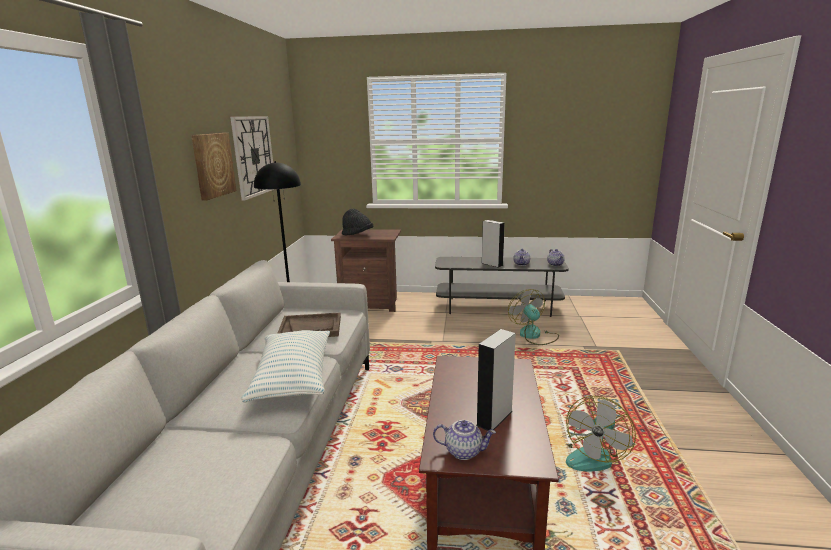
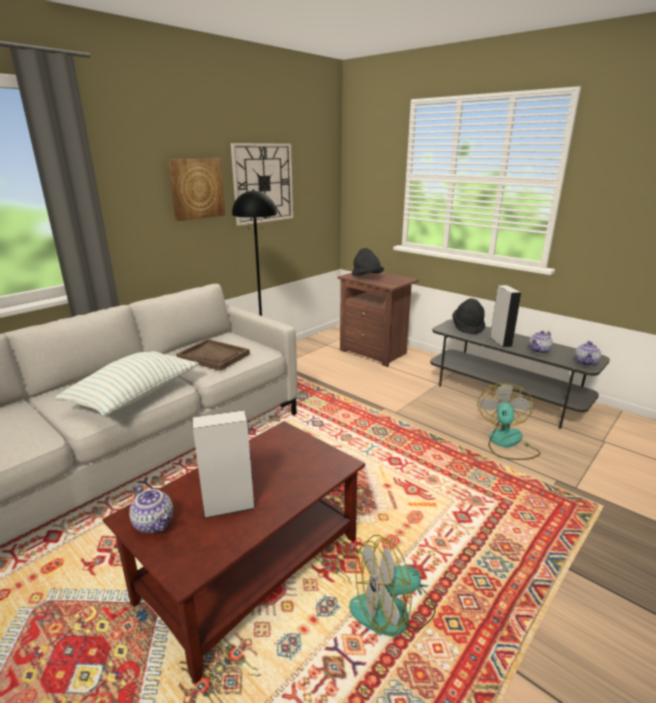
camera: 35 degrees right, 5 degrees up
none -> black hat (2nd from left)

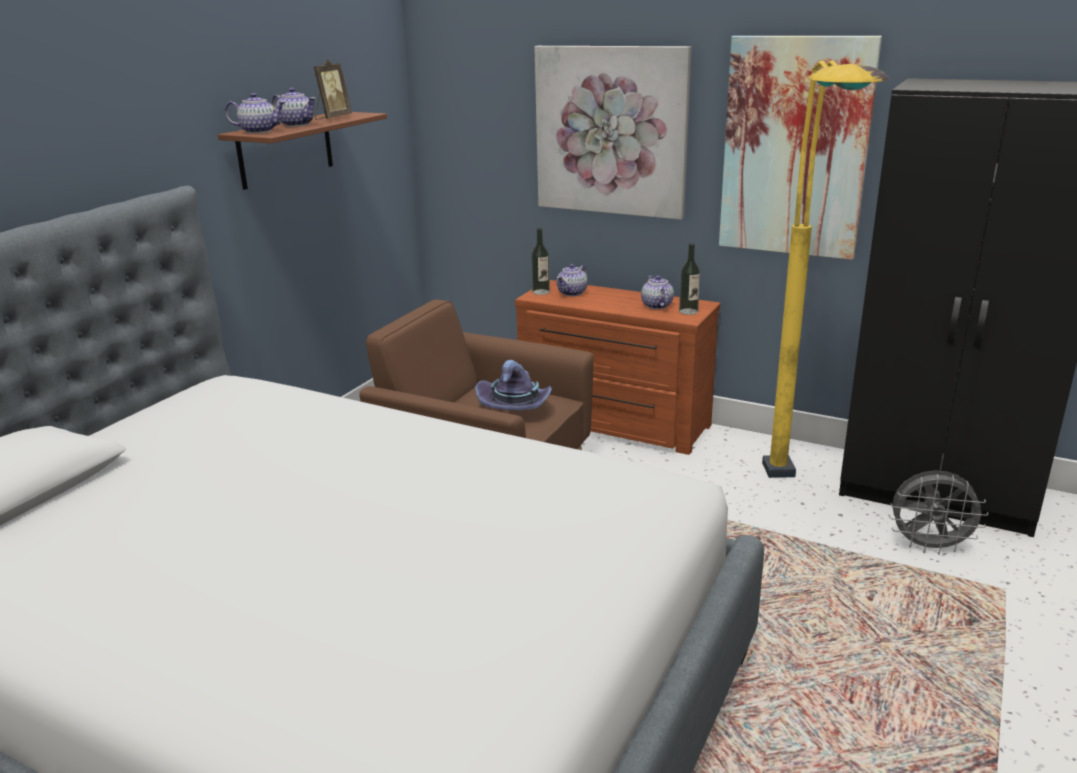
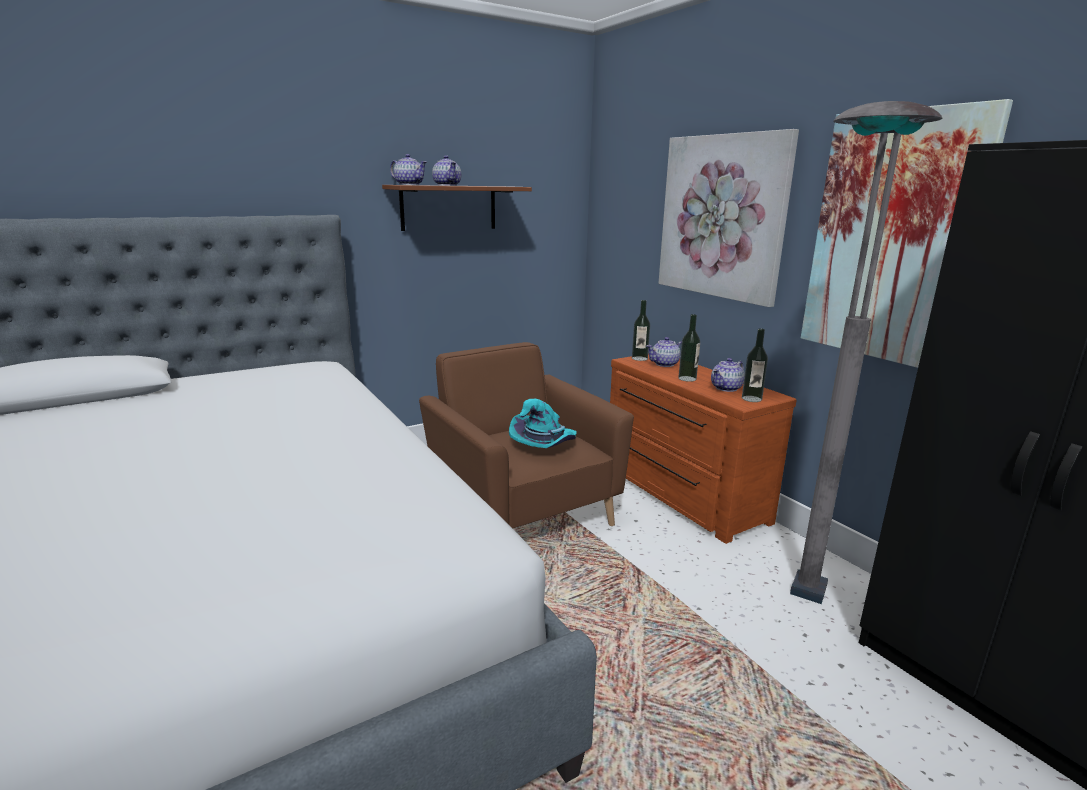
camera: 30 degrees right, 5 degrees down
picture frame -> none
yellow floor lamp -> grey floor lamp
teapot (4th from left), 150 degrees counterclockwise
purple hat -> turquoise hat
grey fan -> none
none -> bottle (2nd from left)

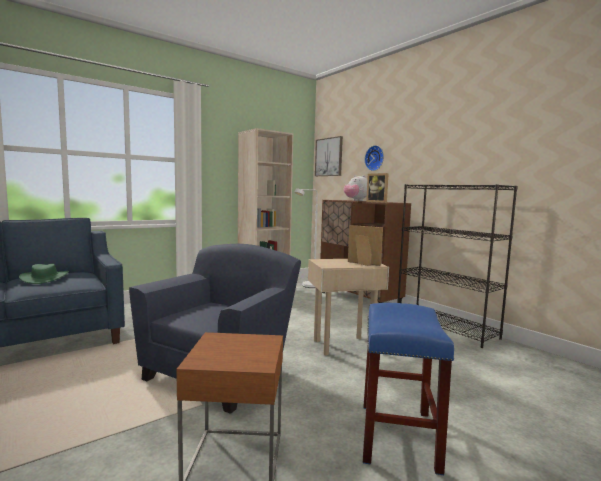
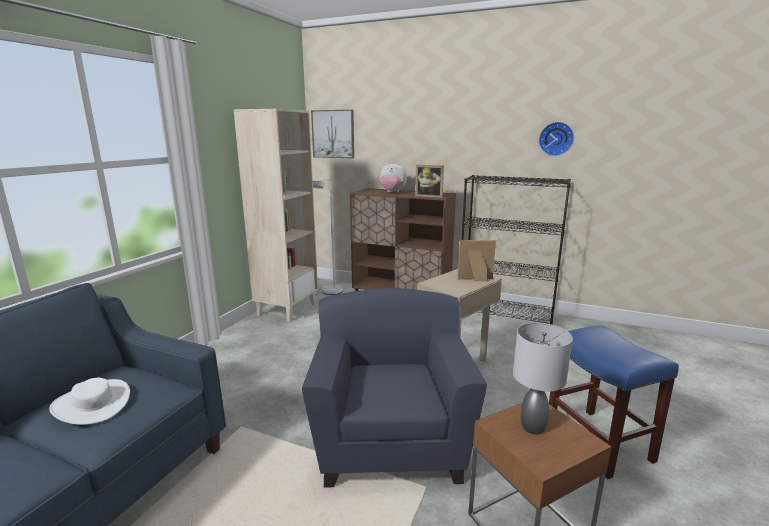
camera: 30 degrees left, 10 degrees up
wall clock, moved
green hat -> white hat
none -> grey table lamp

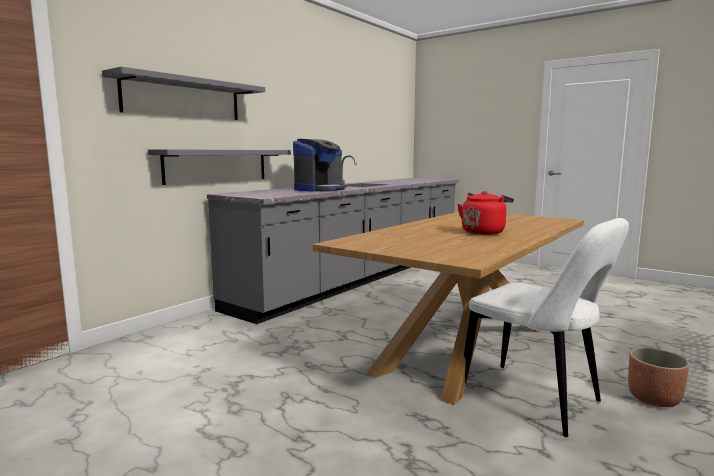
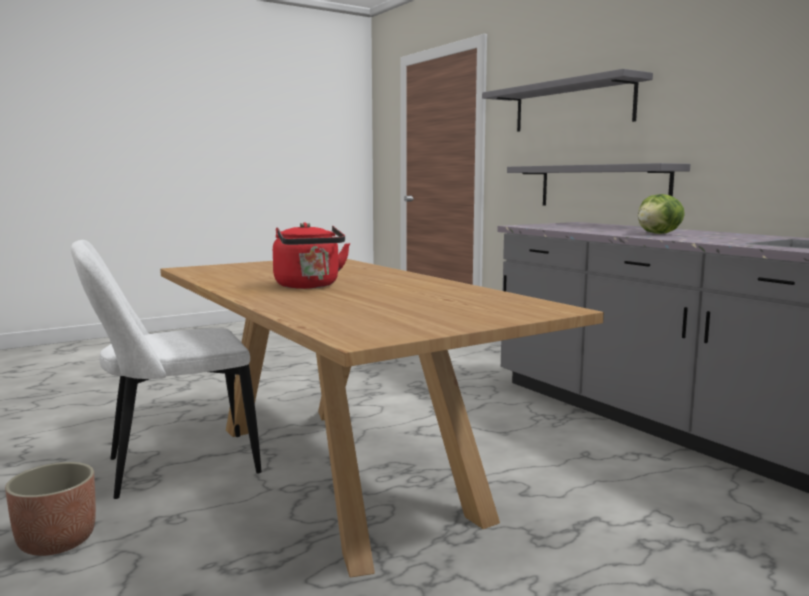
camera: 110 degrees right, 0 degrees up
coffee machine -> lettuce

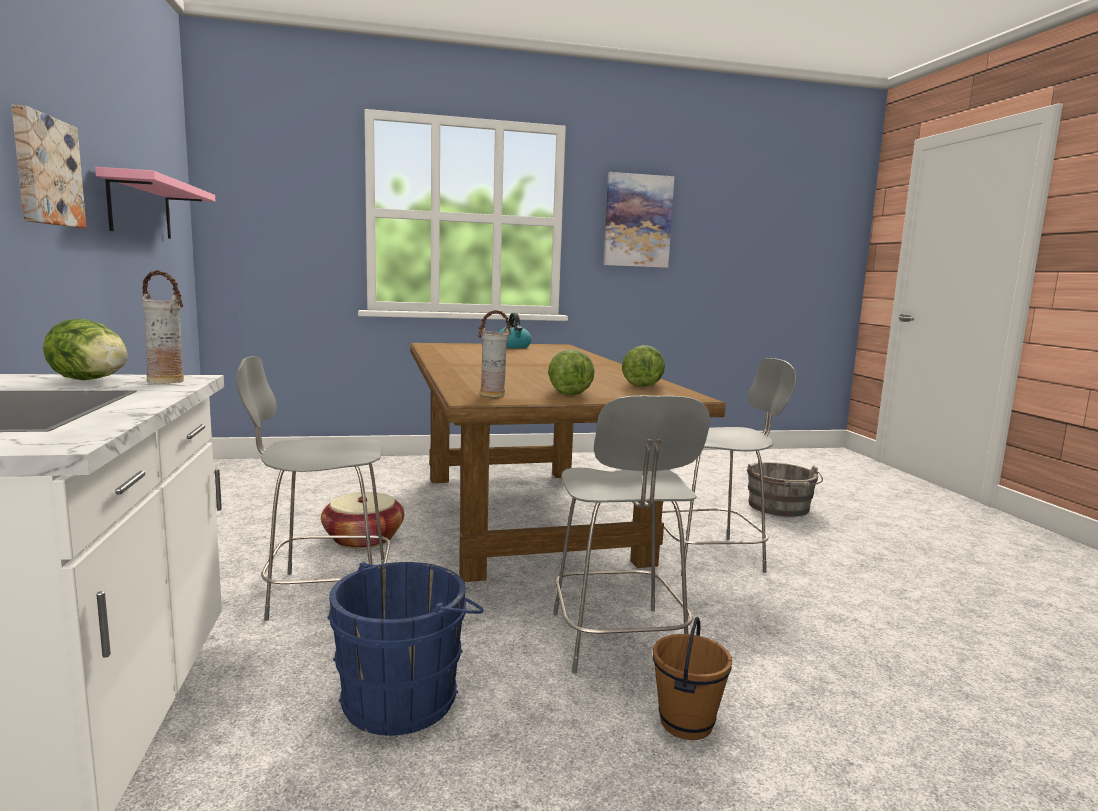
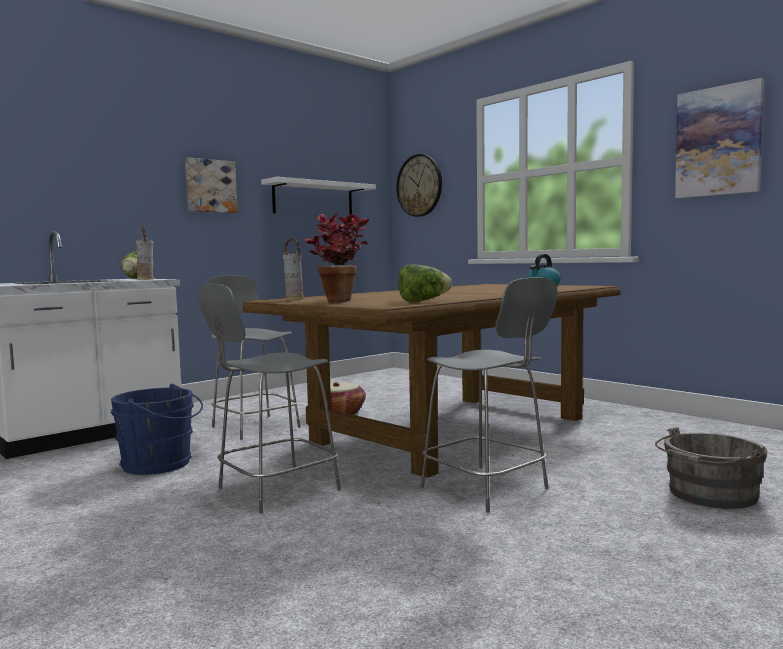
camera: 60 degrees right, 5 degrees down
pink shelf -> white shelf
lettuce (2nd from left) -> potted plant
brown bucket -> none
none -> wall clock

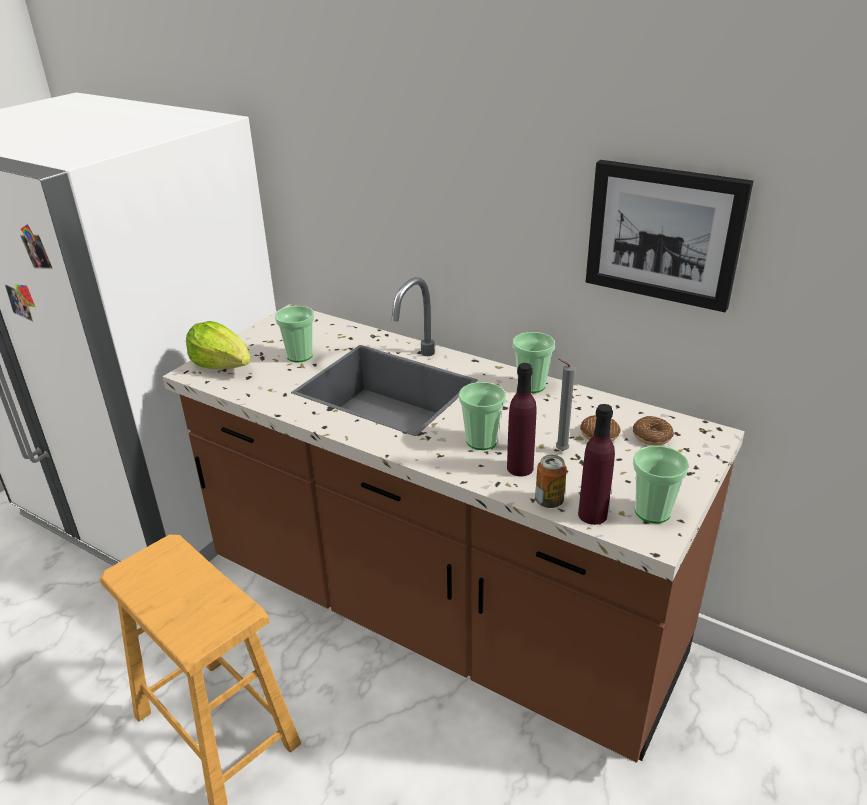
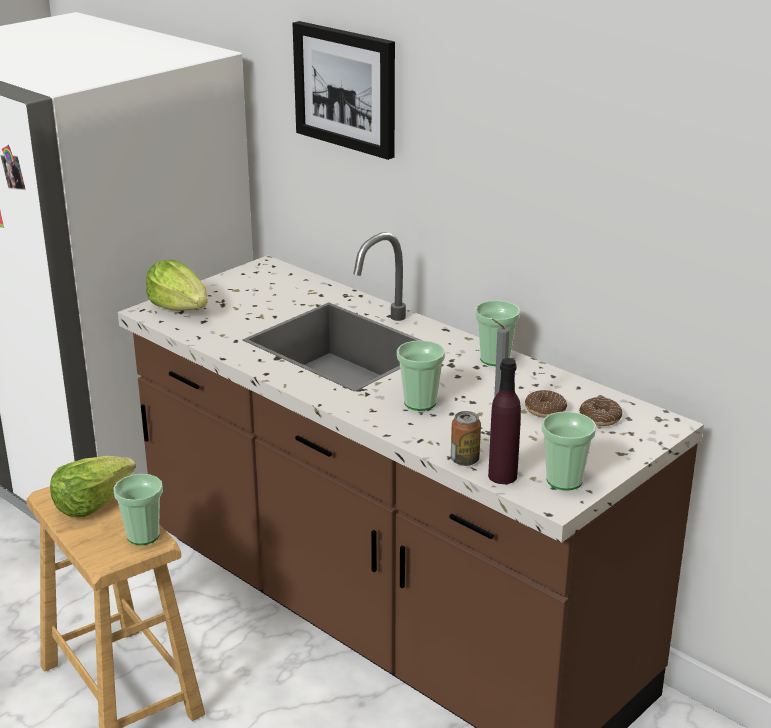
camera: 10 degrees right, 5 degrees down
picture, moved
cup (1st from left), moved
purple bottle (1st from left) -> none
none -> lettuce (1st from left)

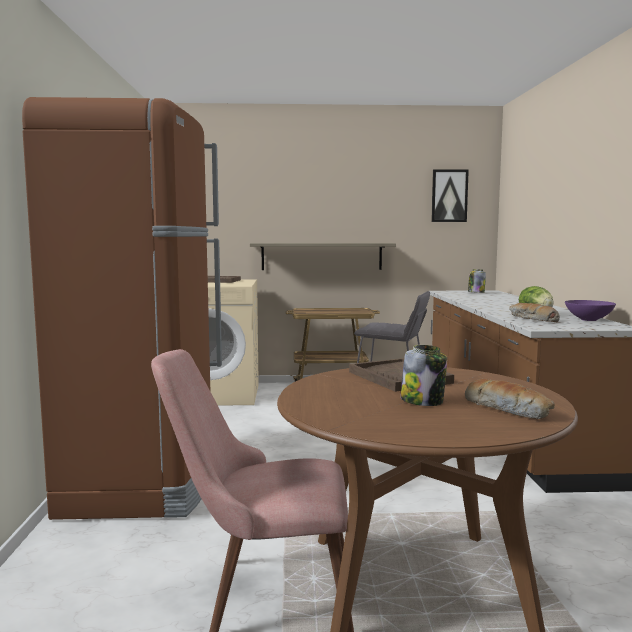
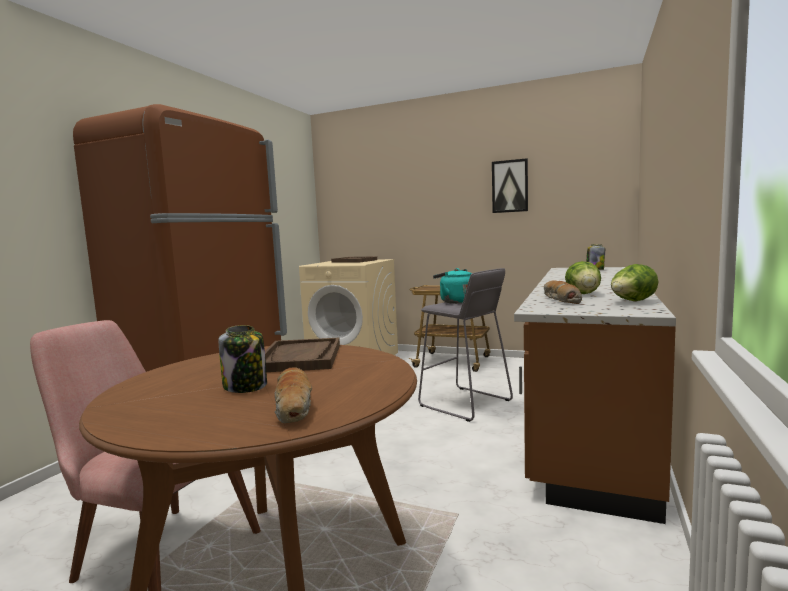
camera: 25 degrees right, 0 degrees up
picture, moved
shelf -> none
purple bowl -> lettuce (2nd from left)
none -> turquoise kettle

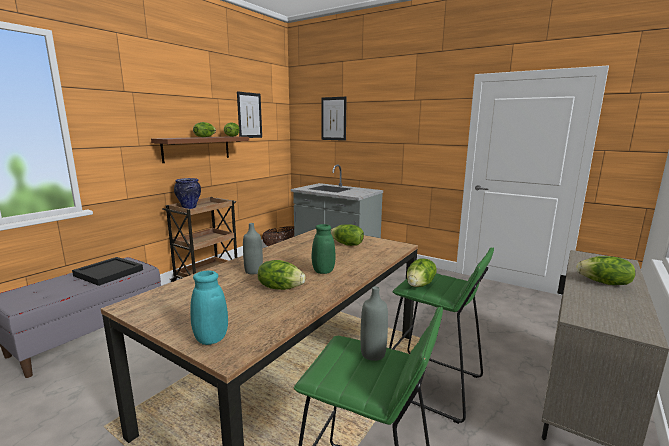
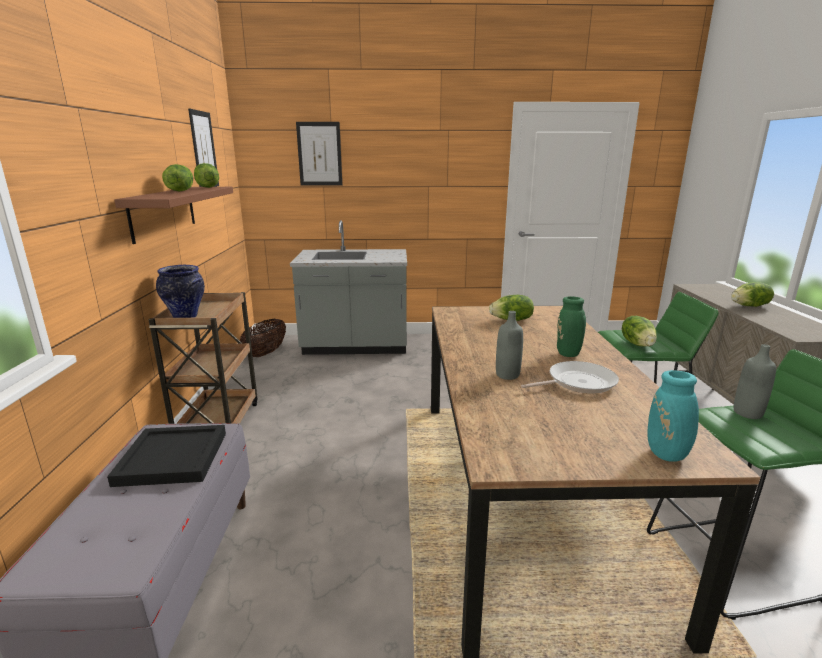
camera: 35 degrees left, 5 degrees up
lettuce (3rd from left) -> frying pan

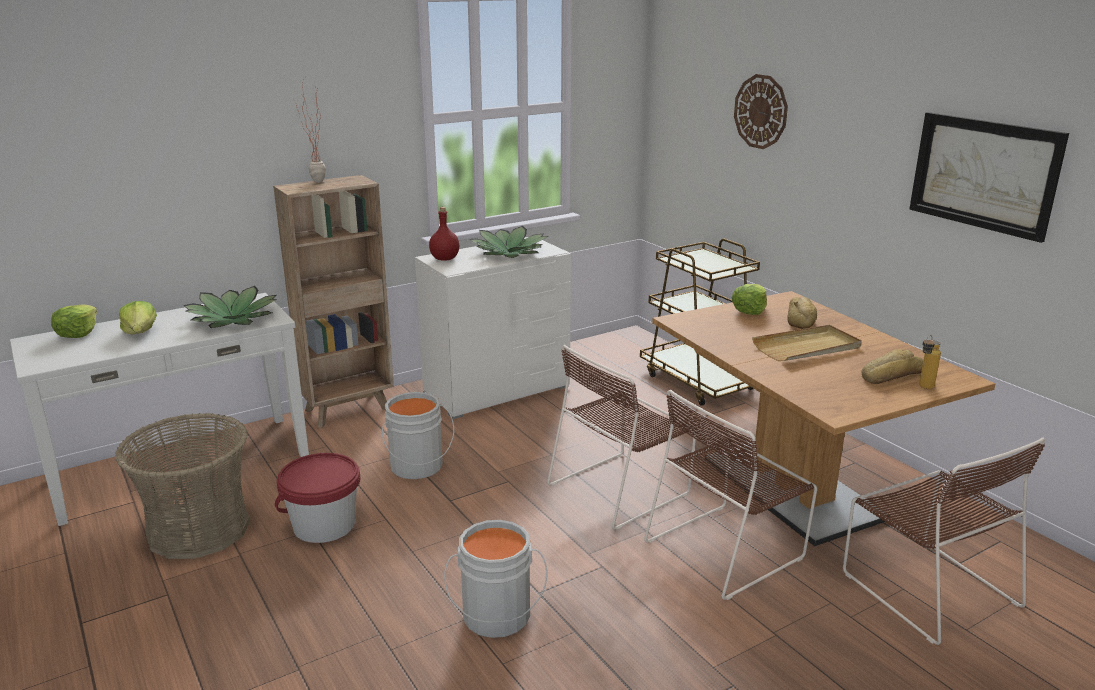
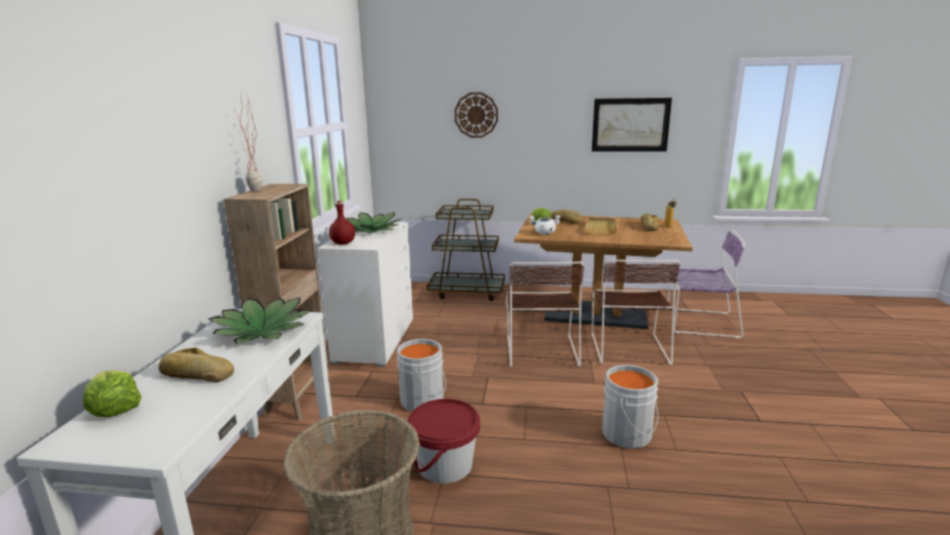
camera: 50 degrees left, 5 degrees down
lettuce (2nd from left) -> bread (1st from left)
brown chair (3rd from left) -> purple chair
none -> white cooking pot

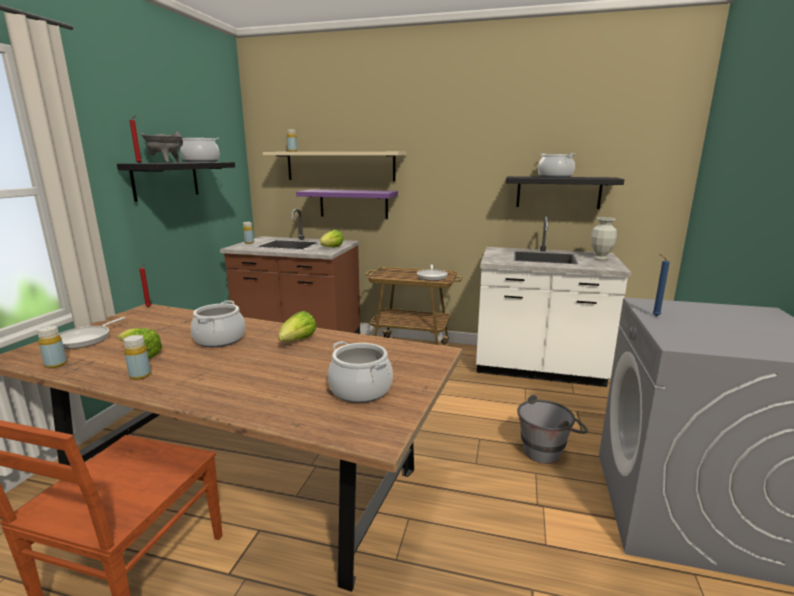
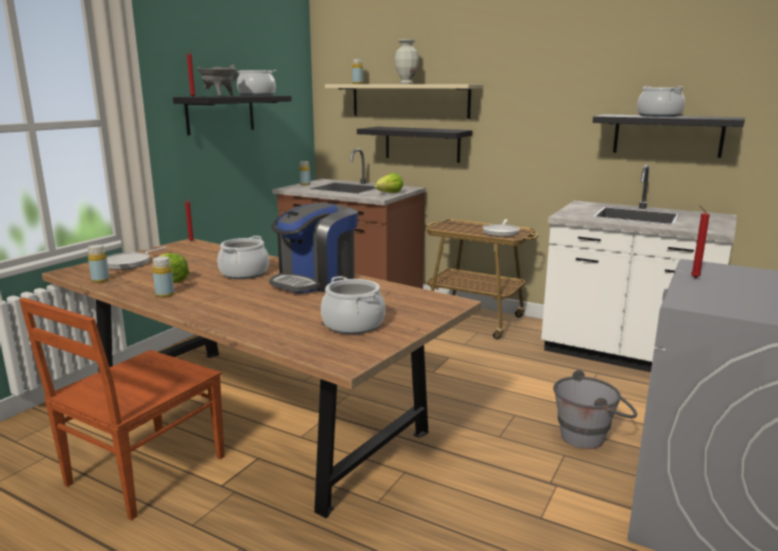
camera: 15 degrees right, 0 degrees up
purple shelf -> black shelf (2nd from left)
vase, moved
blue candle -> red candle (3rd from left)
lettuce (2nd from left) -> coffee machine

